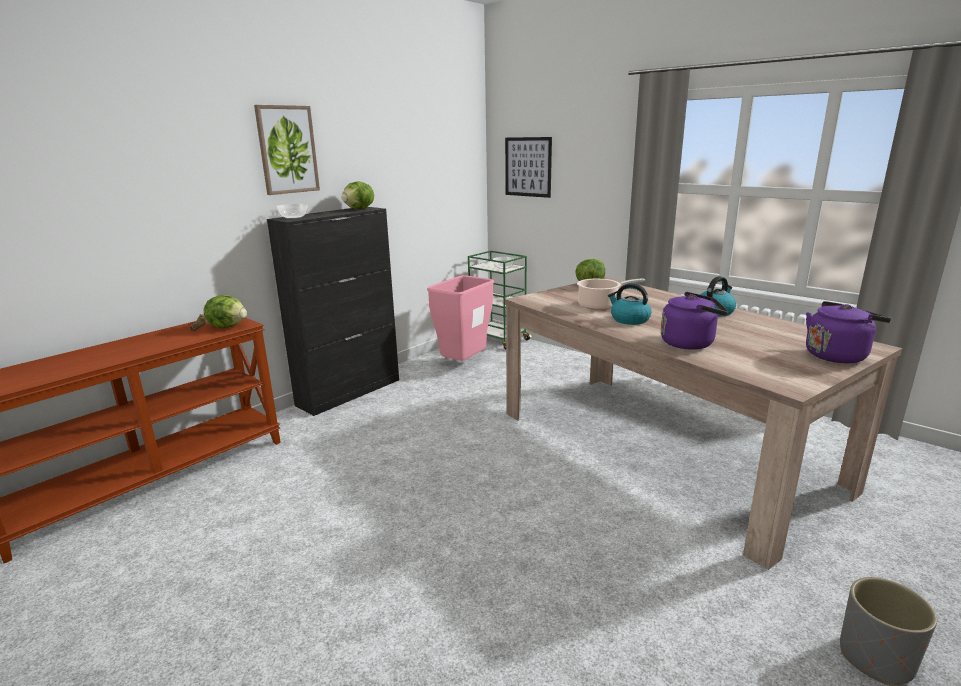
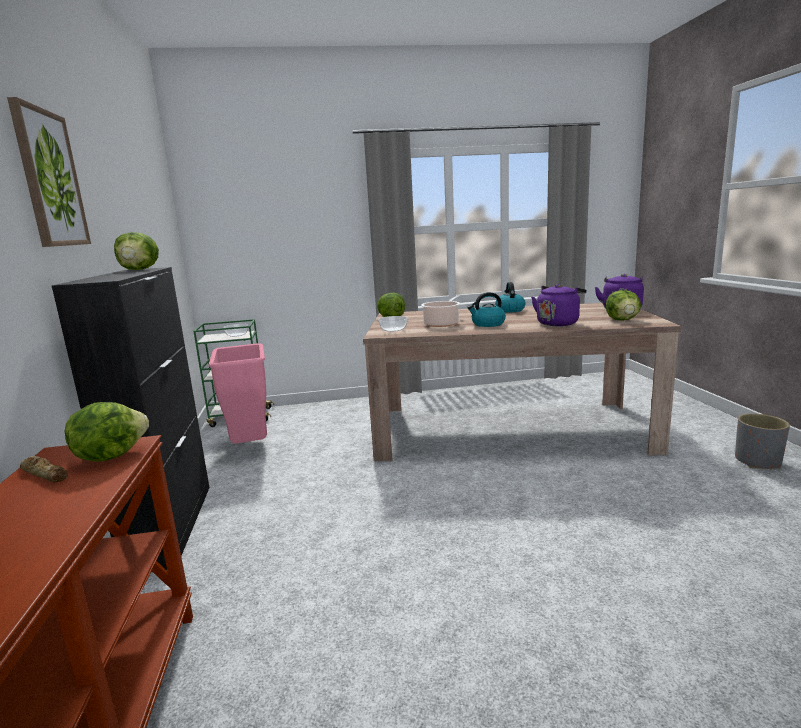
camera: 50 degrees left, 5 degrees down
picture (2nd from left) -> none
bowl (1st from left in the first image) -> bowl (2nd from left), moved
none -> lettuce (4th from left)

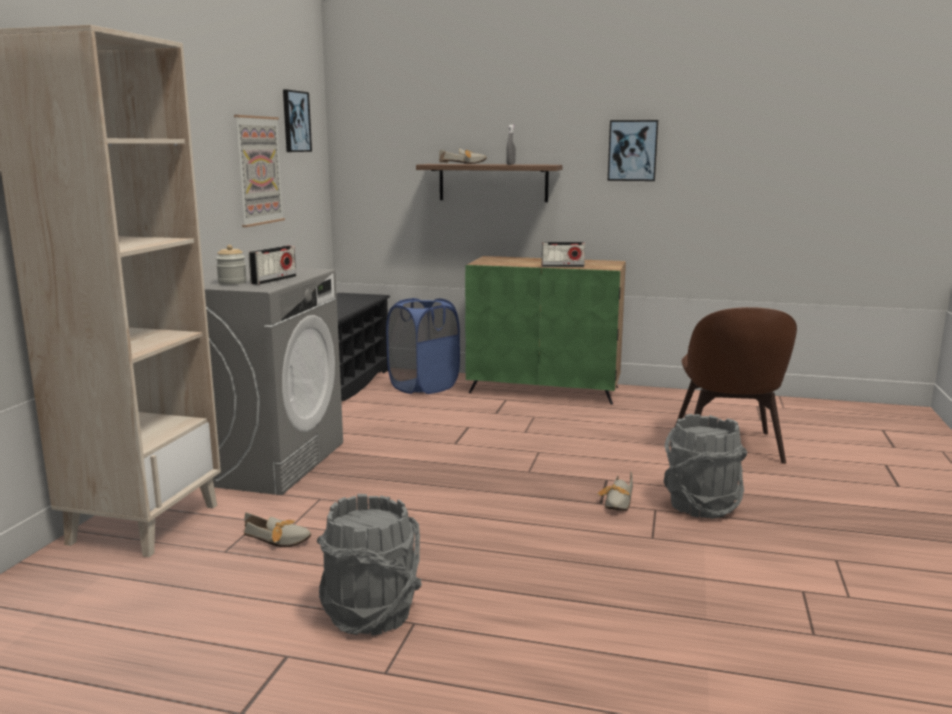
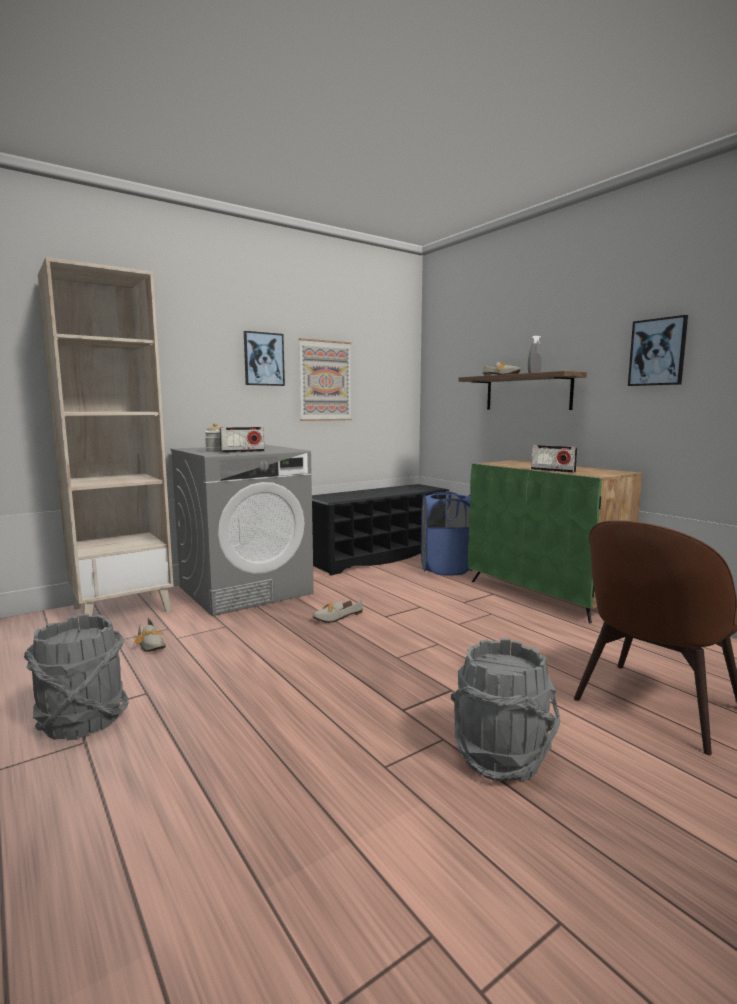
camera: 40 degrees right, 5 degrees down
picture (2nd from left in the first image) -> picture (1st from left), moved
shoe (3rd from left in the first image) -> shoe (2nd from left), moved

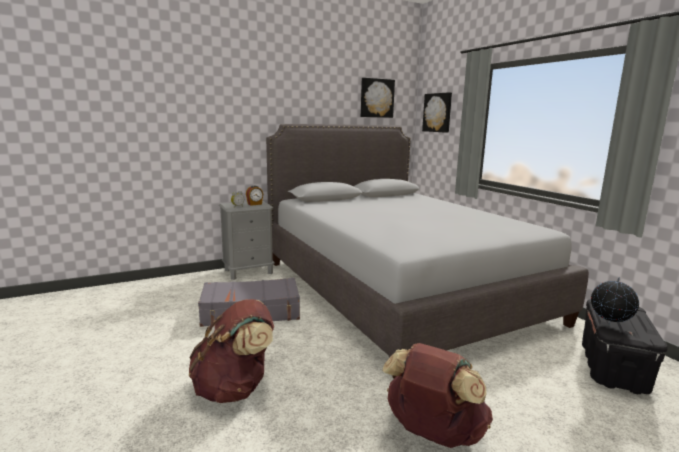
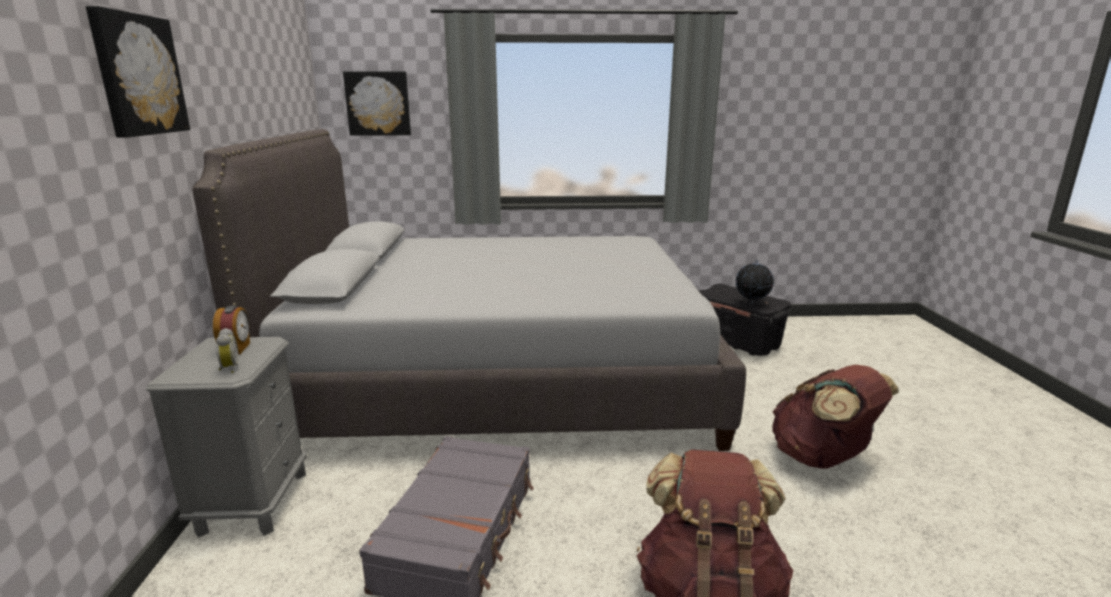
camera: 65 degrees left, 5 degrees up
picture (1st from left), moved

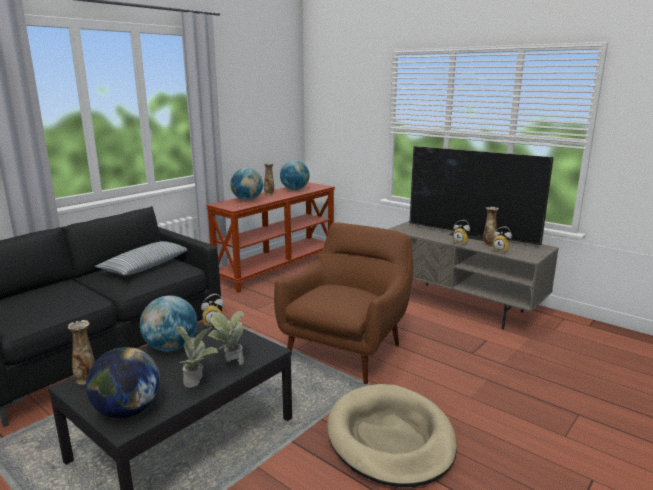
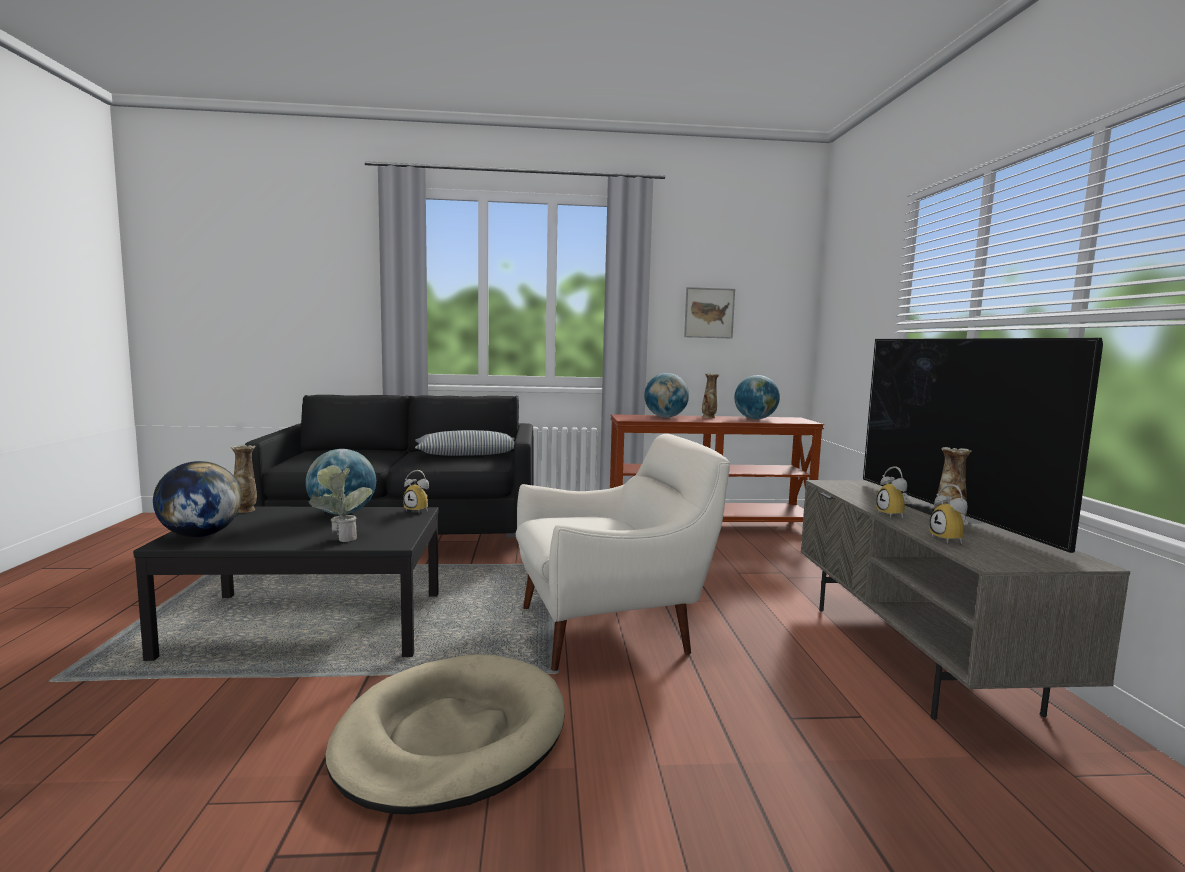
camera: 45 degrees right, 10 degrees down
brown armchair -> white armchair
potted plant (1st from left) -> none
none -> picture

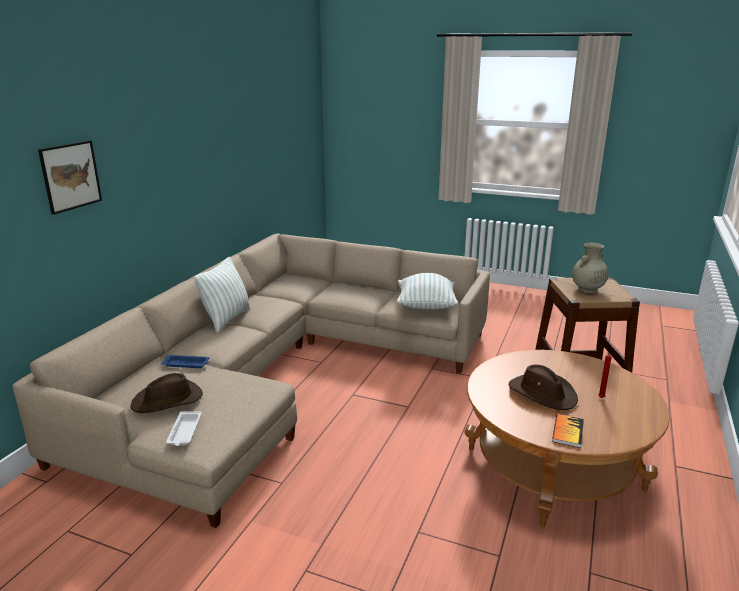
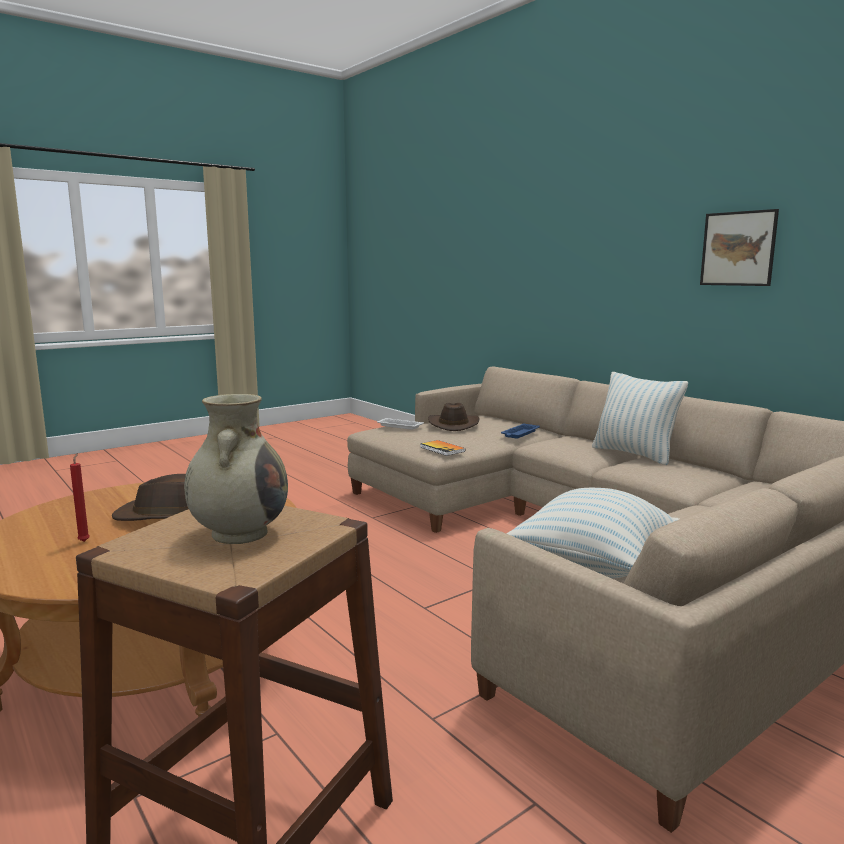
camera: 120 degrees right, 10 degrees down
picture, moved
book, moved

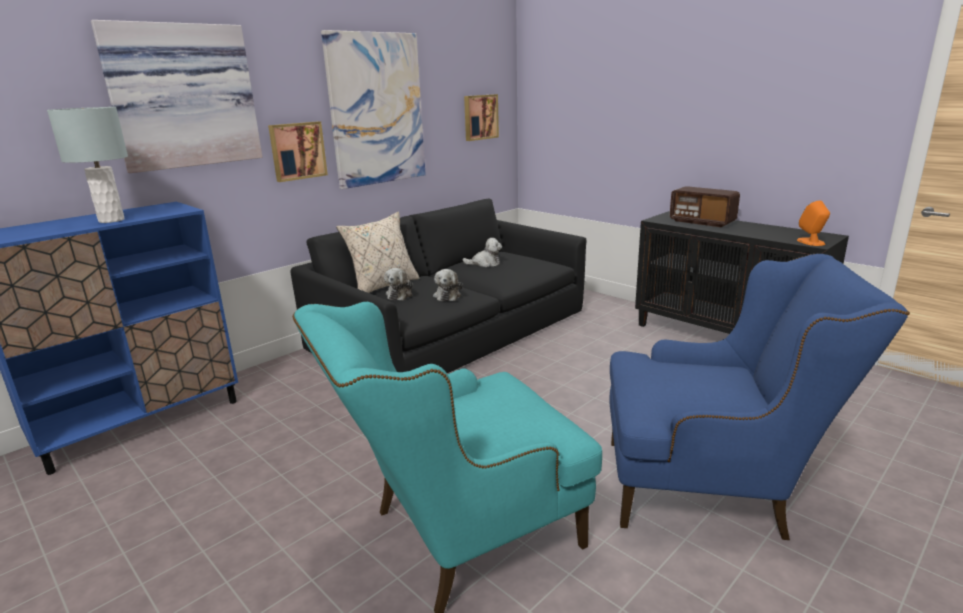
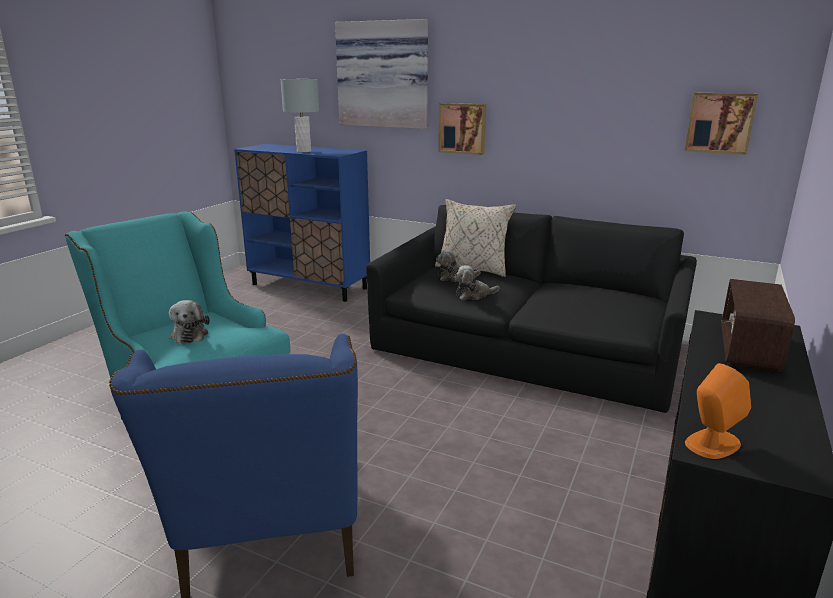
camera: 70 degrees right, 0 degrees up
picture (3rd from left) -> none
plush toy (3rd from left in the first image) -> plush toy (1st from left), moved

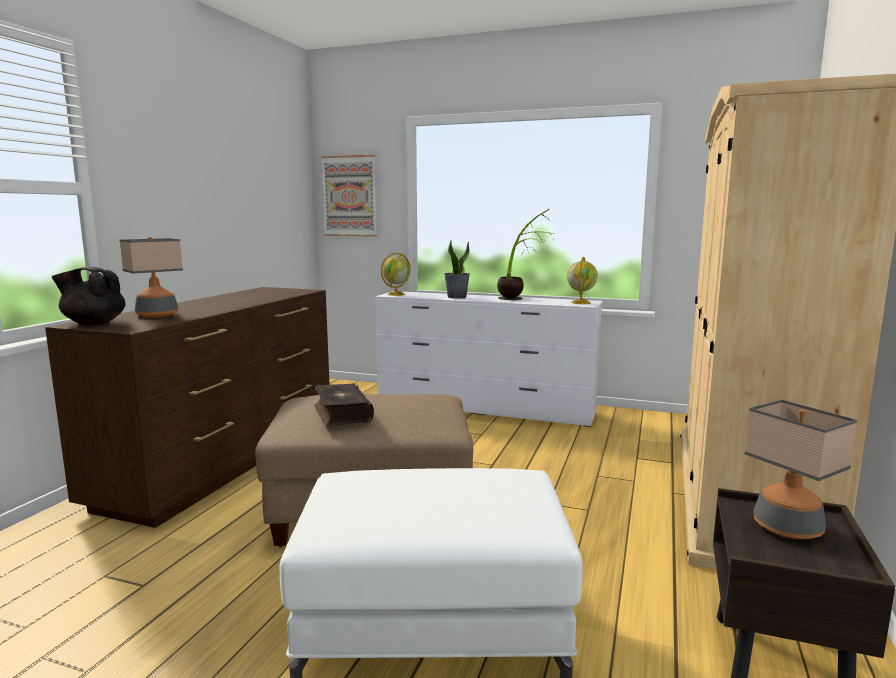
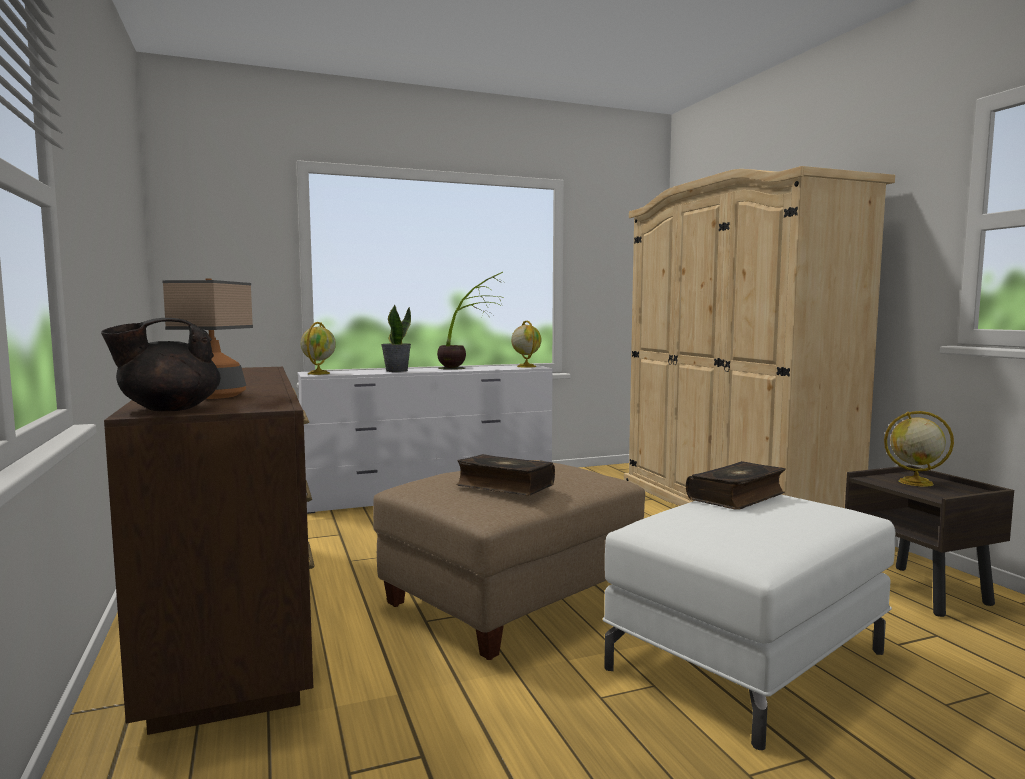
camera: 40 degrees left, 5 degrees down
picture -> none
table lamp (2nd from left) -> globe (3rd from left)
none -> book (2nd from left)

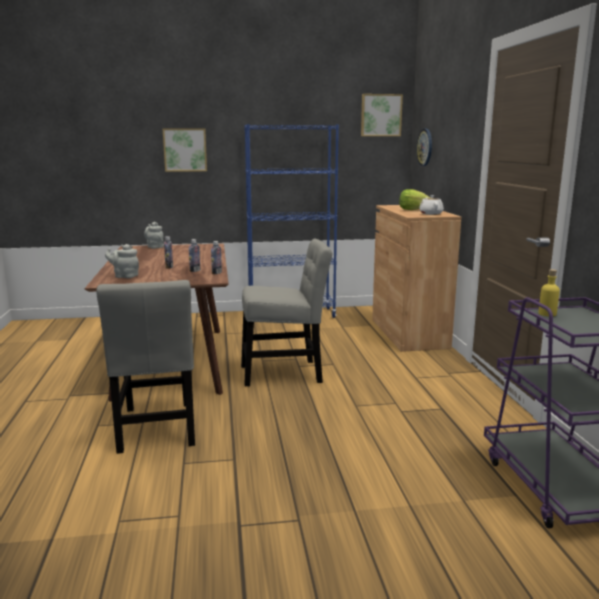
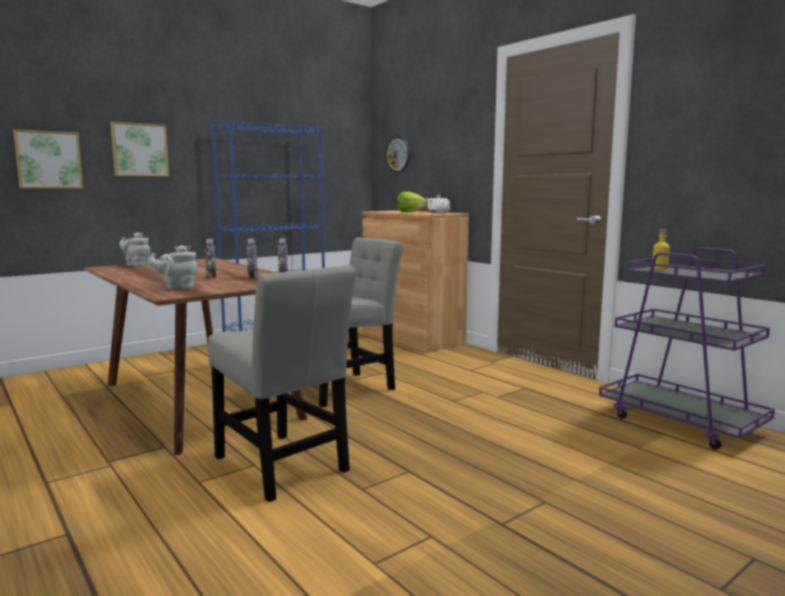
camera: 30 degrees left, 5 degrees down
picture (2nd from left in the first image) -> picture (1st from left), moved

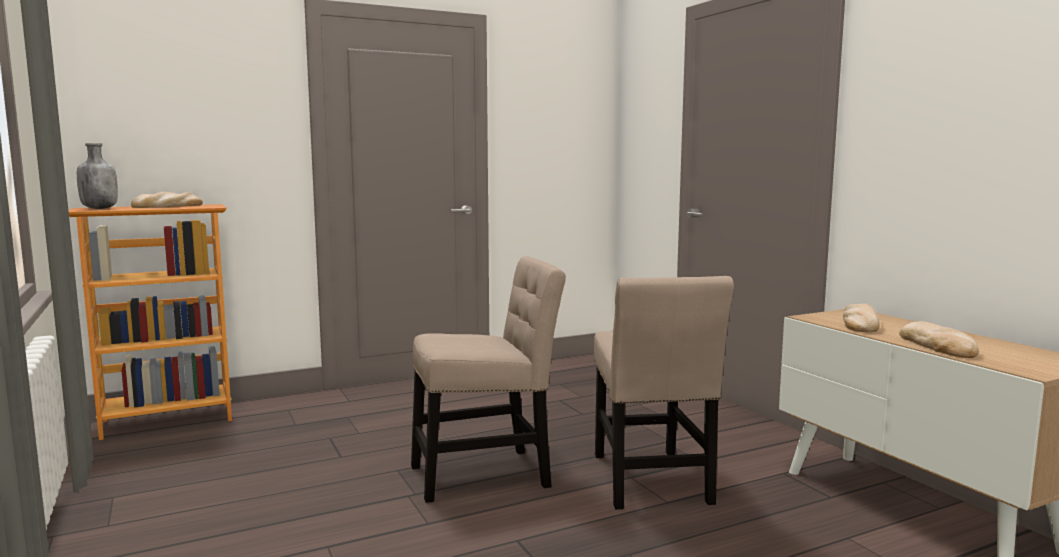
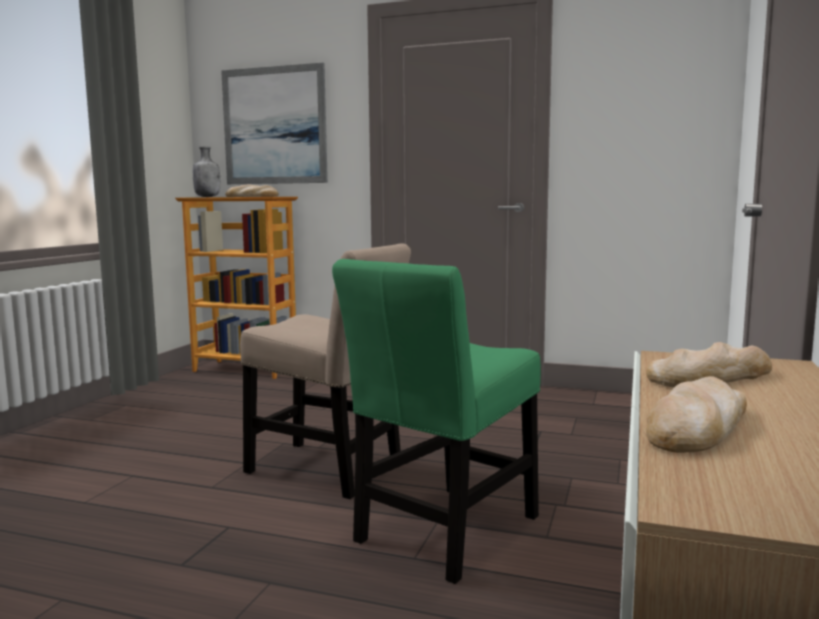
camera: 45 degrees right, 0 degrees up
beige chair (2nd from left) -> green chair
none -> picture

